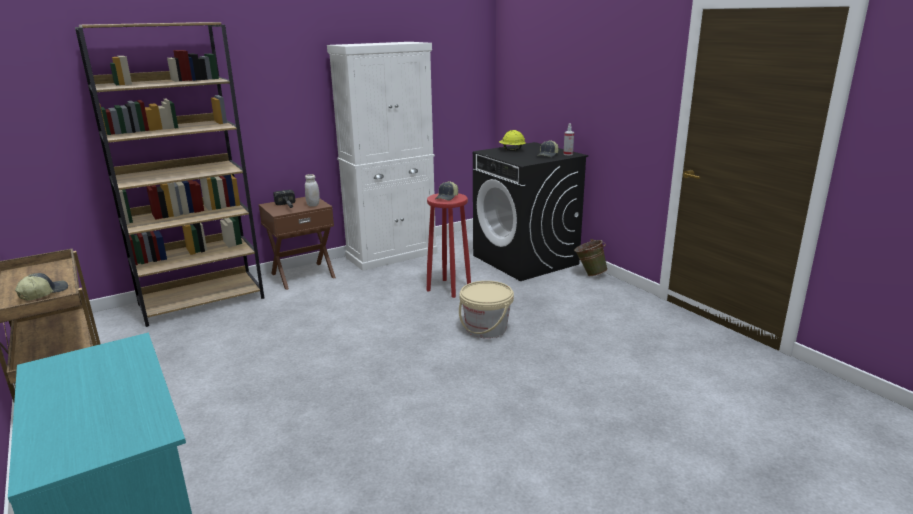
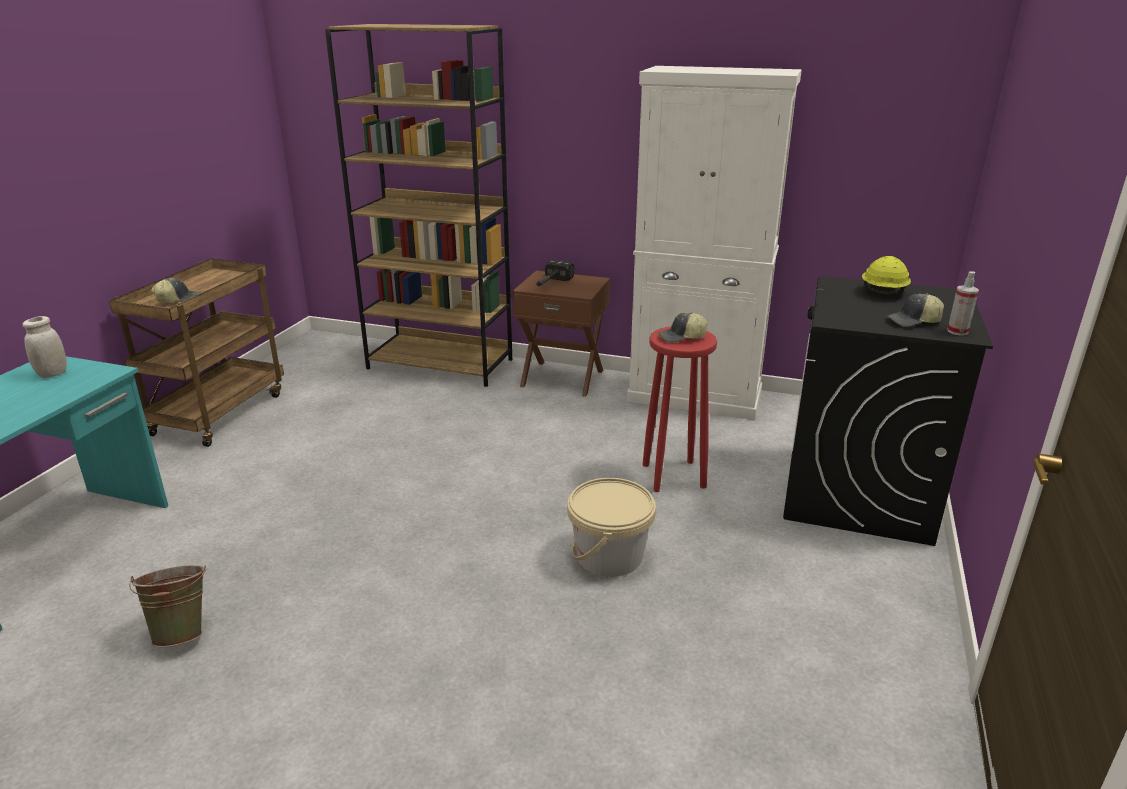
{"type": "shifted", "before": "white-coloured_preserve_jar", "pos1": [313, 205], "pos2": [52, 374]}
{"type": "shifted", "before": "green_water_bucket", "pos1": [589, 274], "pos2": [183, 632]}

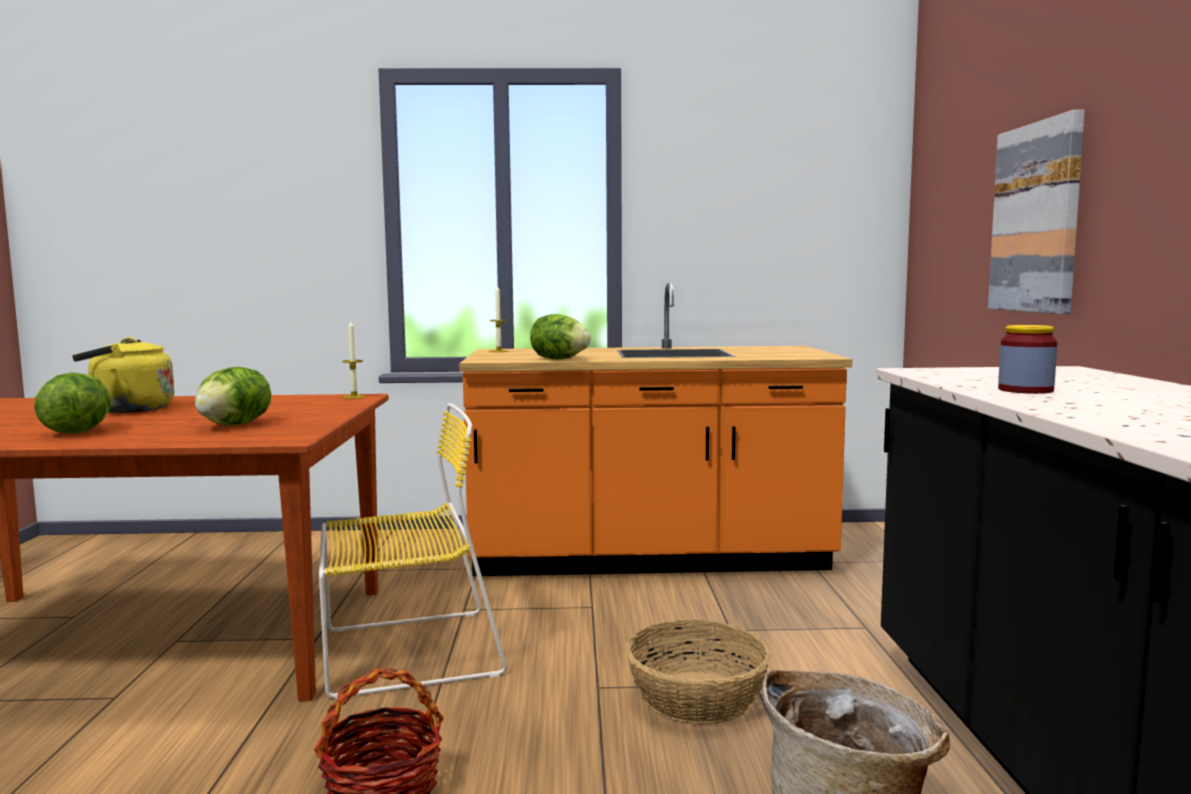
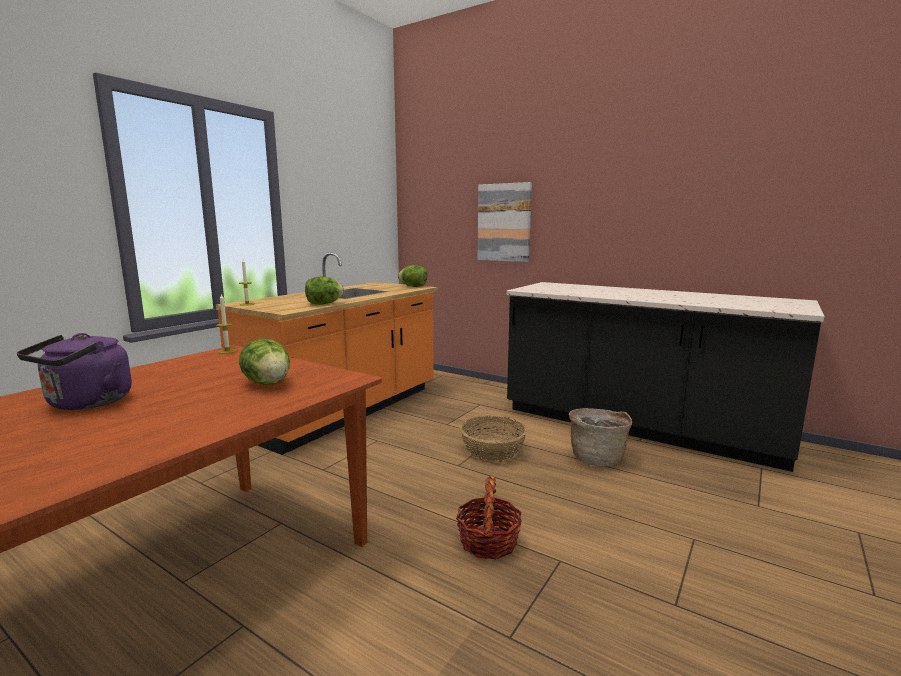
{"type": "repainted", "before": "yellowish_water_kettle", "after": "purple-coloured_water_kettle", "pos1": [128, 410], "pos2": [86, 403]}
{"type": "shifted", "before": "head_of_lettuce", "pos1": [77, 432], "pos2": [413, 287]}
{"type": "gone", "before": "yellowish_chair", "pos1": [404, 652]}
{"type": "gone", "before": "preserve_jar", "pos1": [1025, 390]}

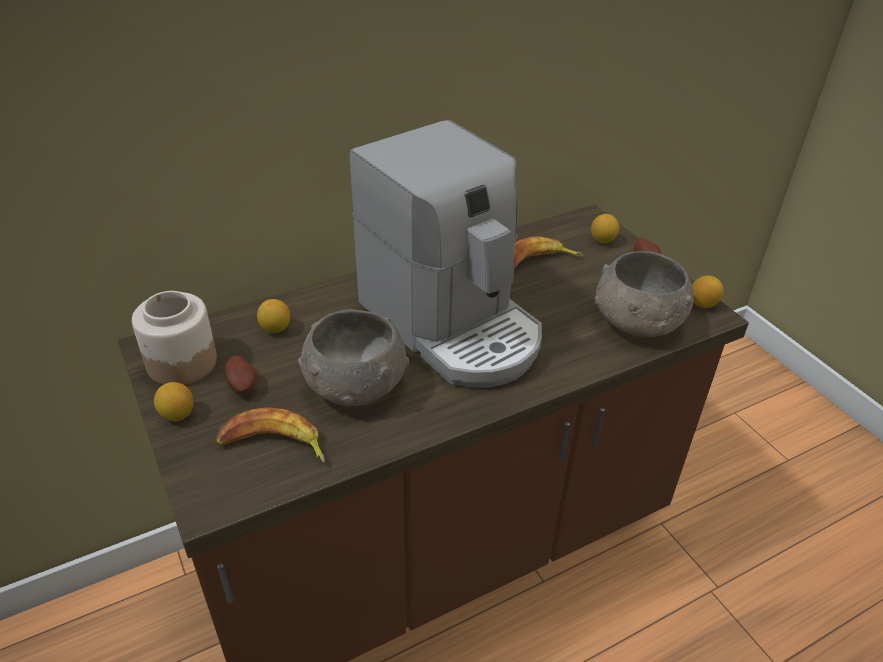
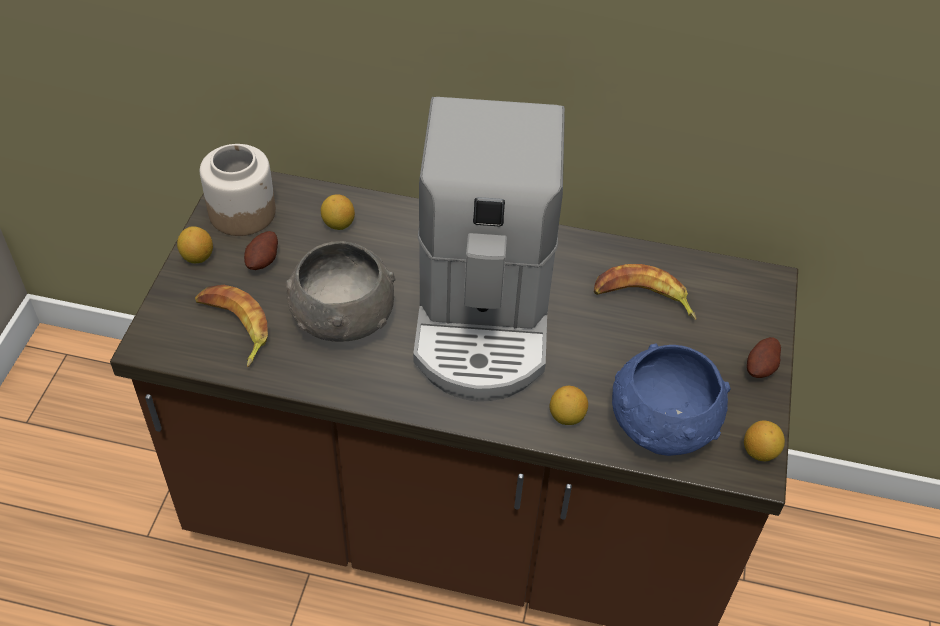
{"type": "shifted", "before": "whole_lemon", "pos1": [603, 240], "pos2": [567, 417]}
{"type": "repainted", "before": "gray_serving_bowl", "after": "blue_serving_bowl", "pos1": [637, 323], "pos2": [661, 425]}

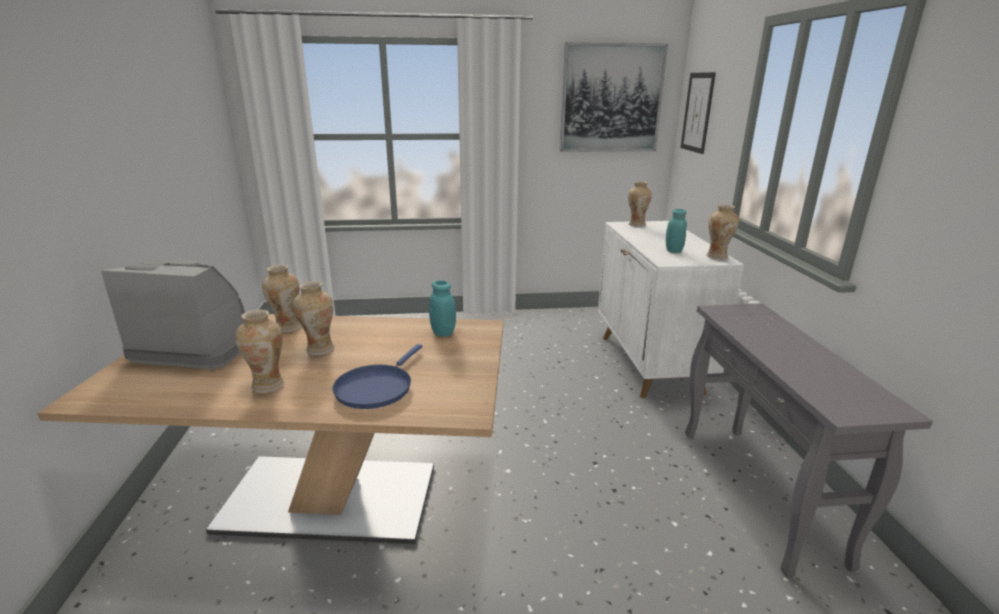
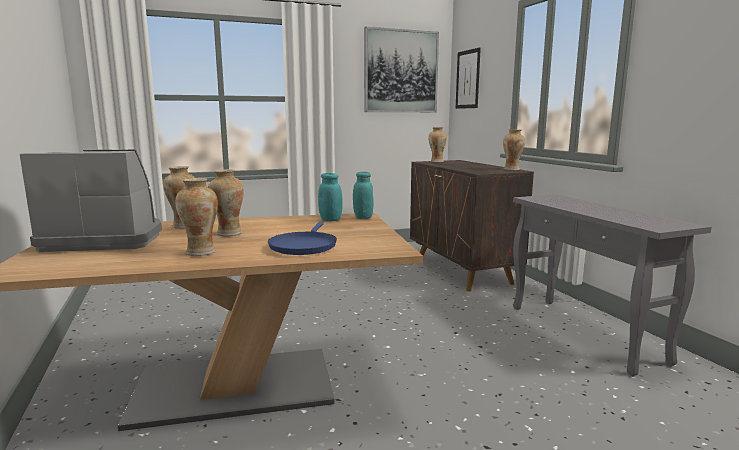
{"type": "shifted", "before": "turquoise-coloured_preserve_jar", "pos1": [673, 251], "pos2": [363, 217]}
{"type": "repainted", "before": "white-coloured_cabinet", "after": "brown-coloured_cabinet", "pos1": [650, 364], "pos2": [462, 271]}

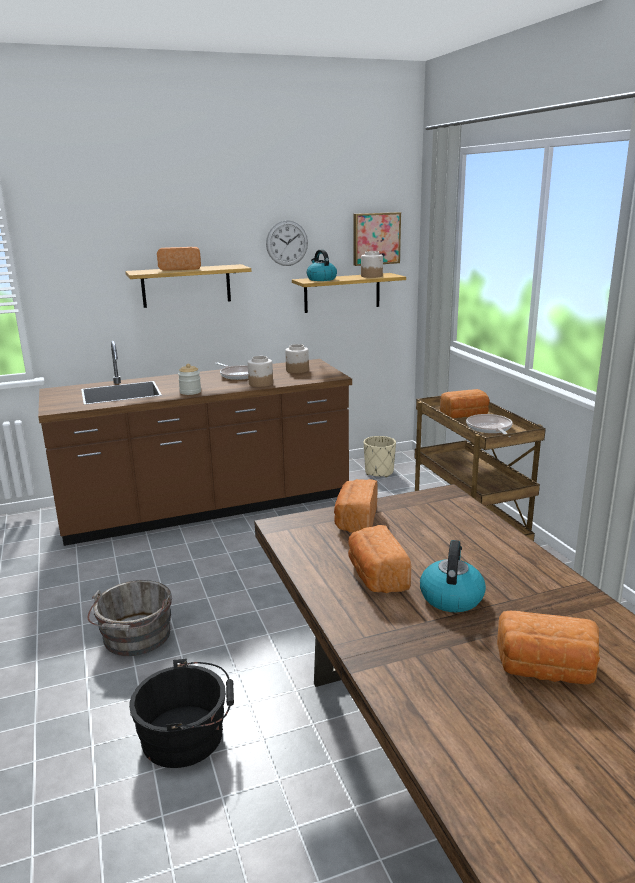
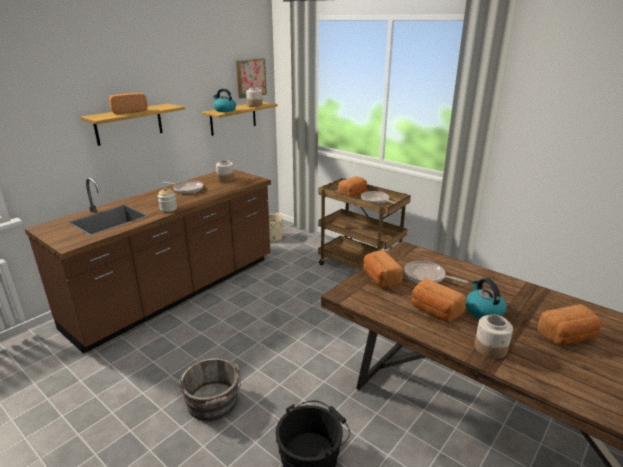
{"type": "new", "after": "pan", "pos2": [427, 276]}
{"type": "shifted", "before": "preserve_jar", "pos1": [261, 383], "pos2": [491, 348]}
{"type": "gone", "before": "clock_on_the_wall", "pos1": [287, 243]}

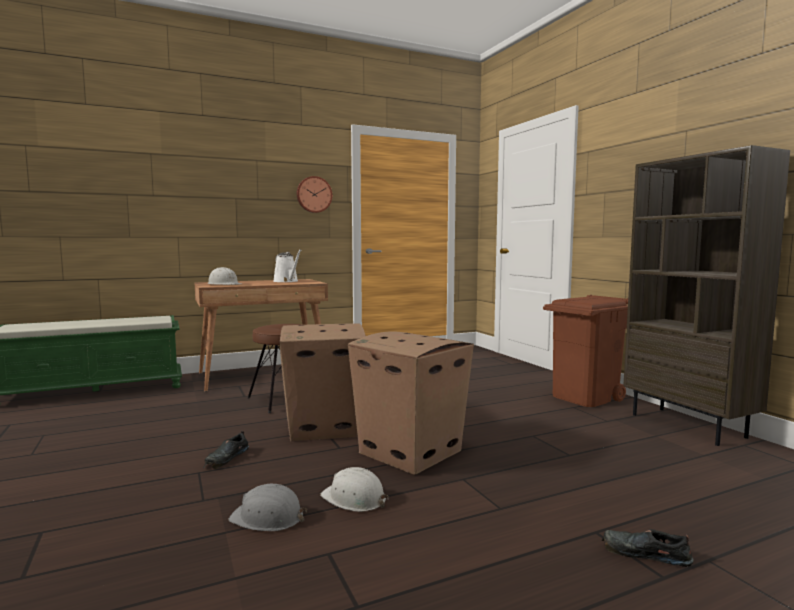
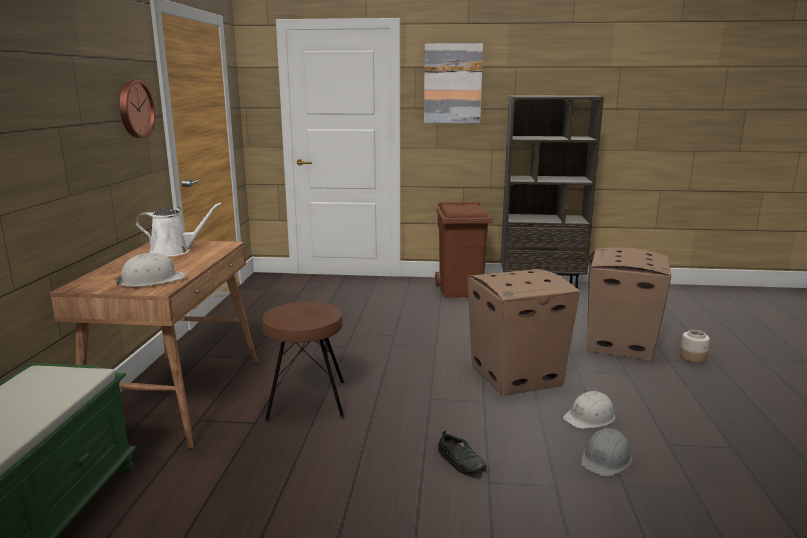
{"type": "new", "after": "wall_picture", "pos2": [452, 84]}
{"type": "shifted", "before": "packing_box", "pos1": [322, 427], "pos2": [620, 345]}
{"type": "swapped", "before": "black-coloured_item_of_footwear", "after": "preserve_jar", "pos1": [644, 553], "pos2": [693, 357]}

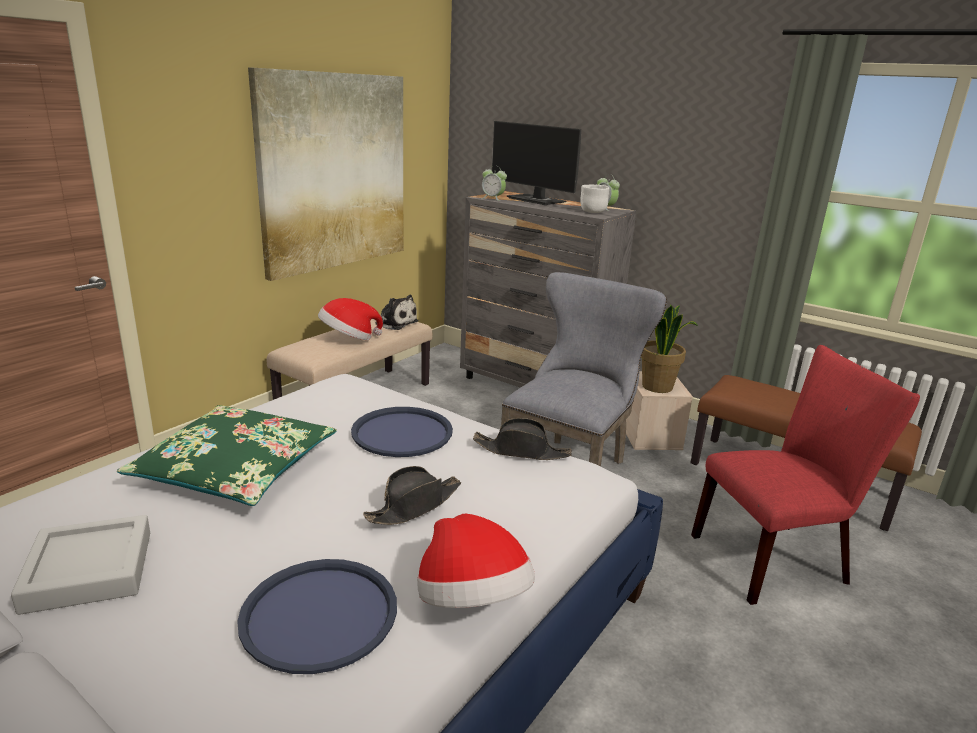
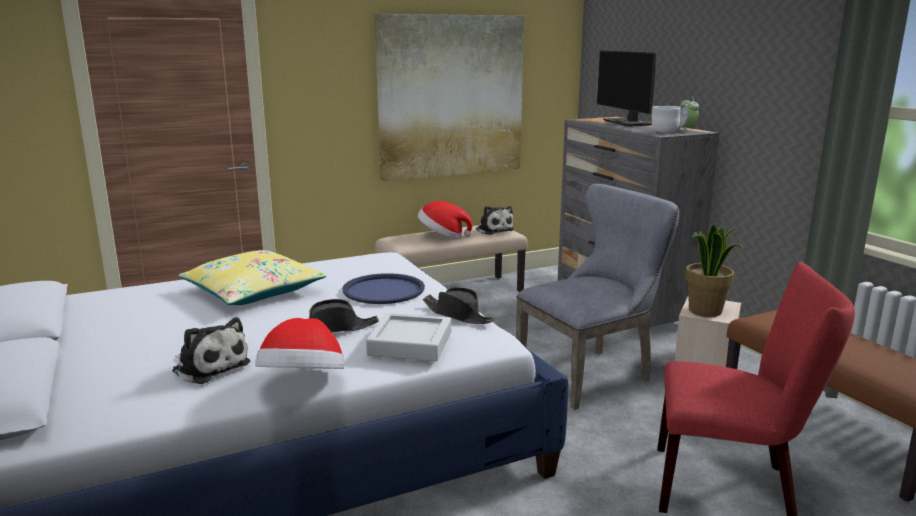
{"type": "swapped", "before": "blue_tray", "after": "soft_toy", "pos1": [319, 615], "pos2": [209, 366]}
{"type": "repainted", "before": "green_pillow", "after": "yellowish_pillow", "pos1": [236, 470], "pos2": [253, 291]}
{"type": "shifted", "before": "gray_tray", "pos1": [89, 571], "pos2": [410, 344]}
{"type": "gone", "before": "table_clock", "pos1": [493, 198]}

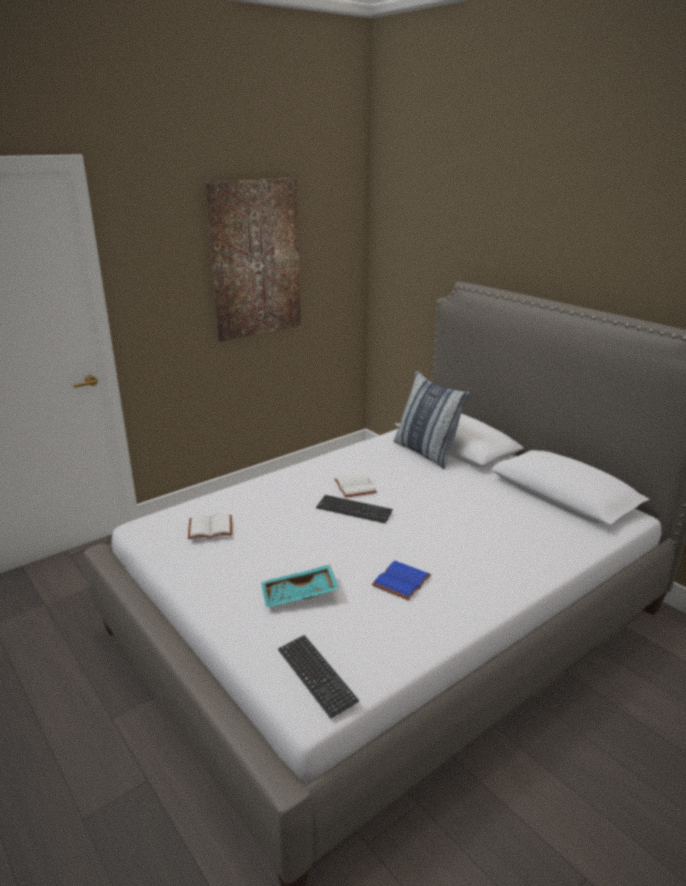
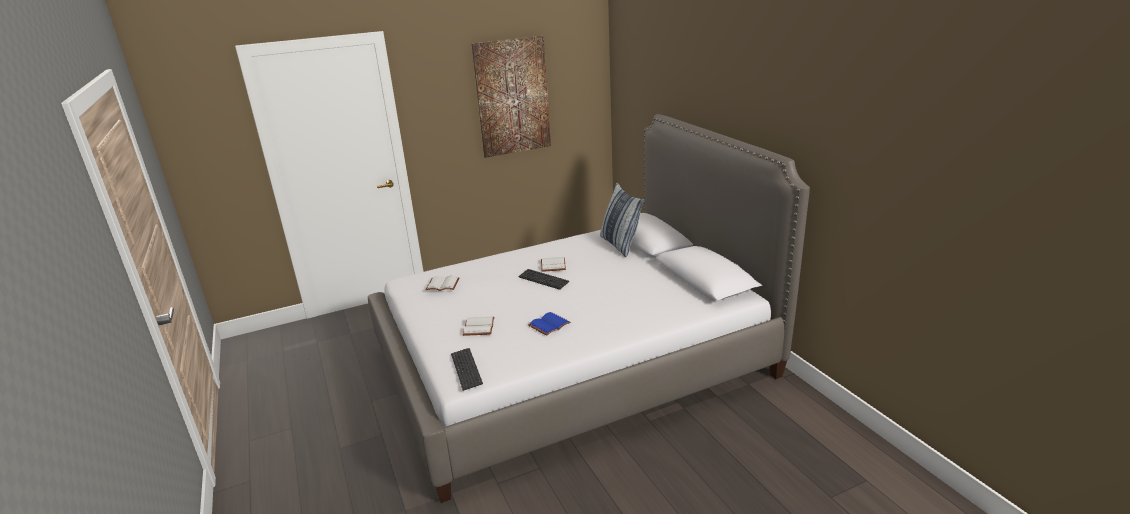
{"type": "swapped", "before": "turquoise-coloured_tray", "after": "white-coloured_book", "pos1": [299, 595], "pos2": [480, 327]}

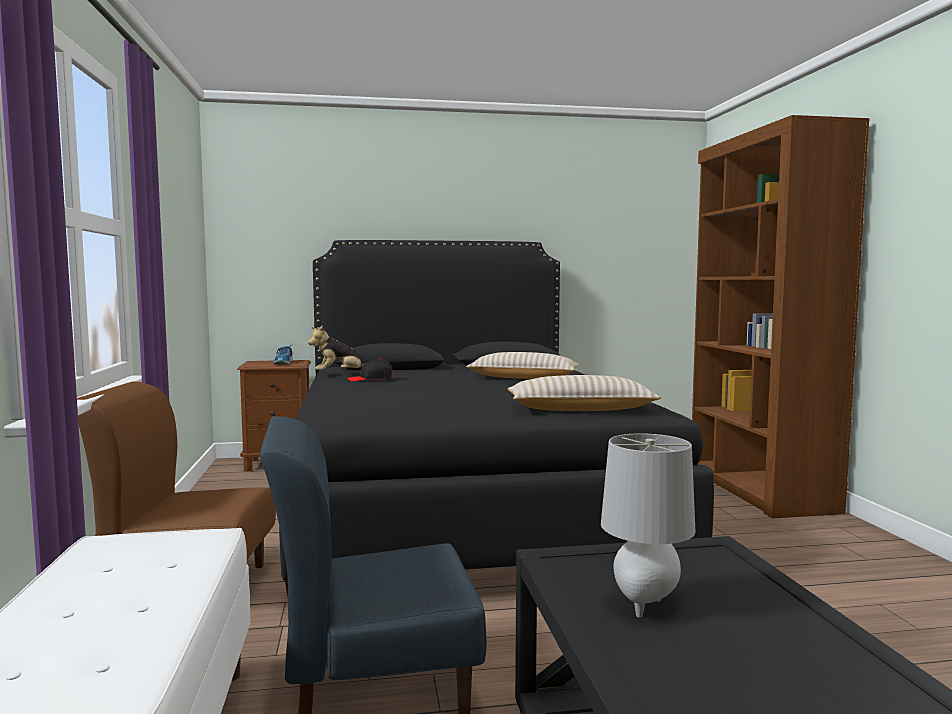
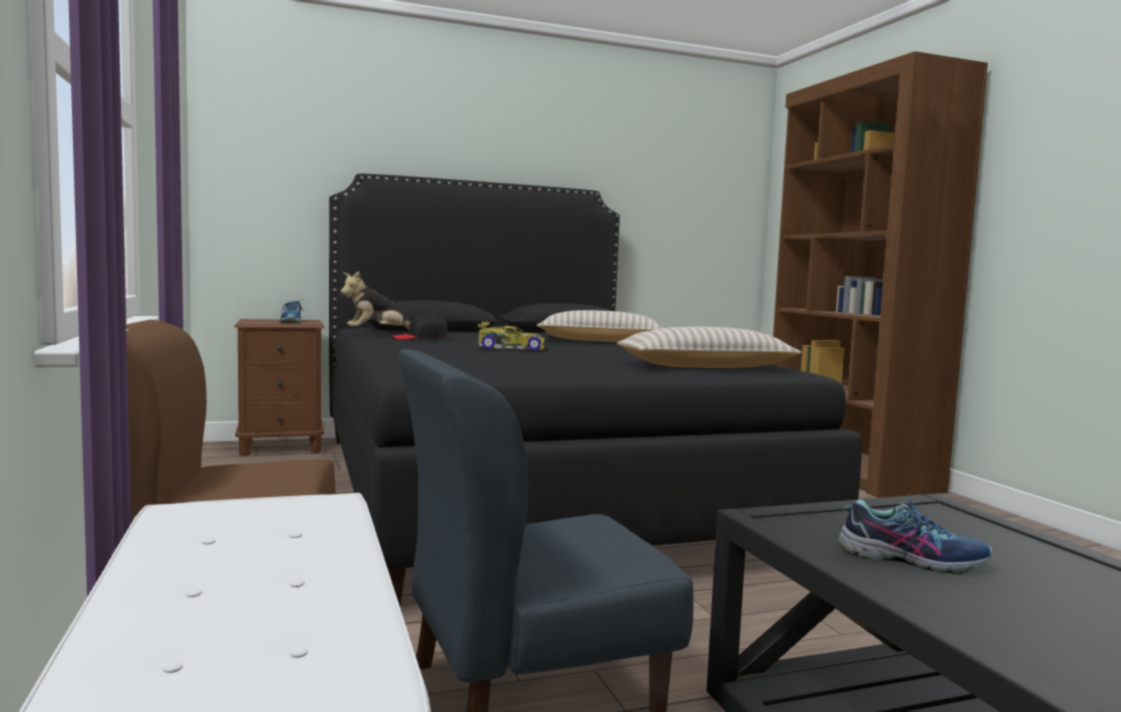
{"type": "new", "after": "model_car", "pos2": [510, 347]}
{"type": "swapped", "before": "gray_lamp_for_a_table", "after": "item_of_footwear", "pos1": [645, 604], "pos2": [912, 559]}

